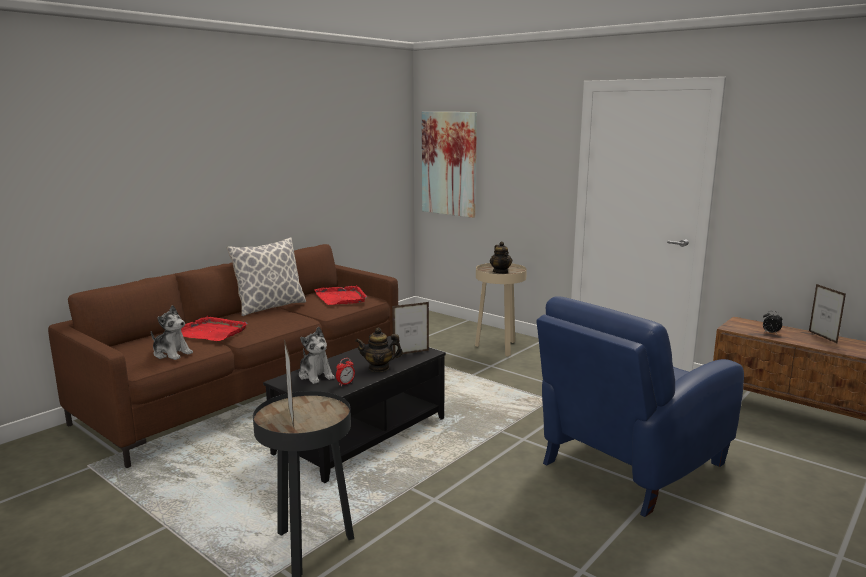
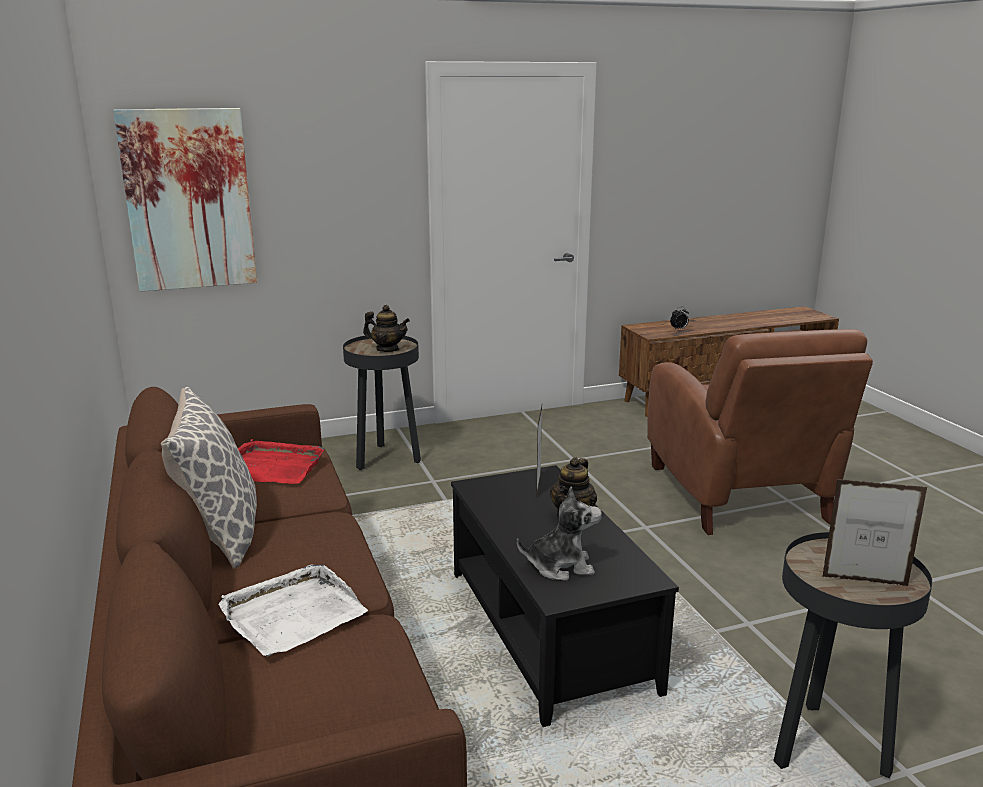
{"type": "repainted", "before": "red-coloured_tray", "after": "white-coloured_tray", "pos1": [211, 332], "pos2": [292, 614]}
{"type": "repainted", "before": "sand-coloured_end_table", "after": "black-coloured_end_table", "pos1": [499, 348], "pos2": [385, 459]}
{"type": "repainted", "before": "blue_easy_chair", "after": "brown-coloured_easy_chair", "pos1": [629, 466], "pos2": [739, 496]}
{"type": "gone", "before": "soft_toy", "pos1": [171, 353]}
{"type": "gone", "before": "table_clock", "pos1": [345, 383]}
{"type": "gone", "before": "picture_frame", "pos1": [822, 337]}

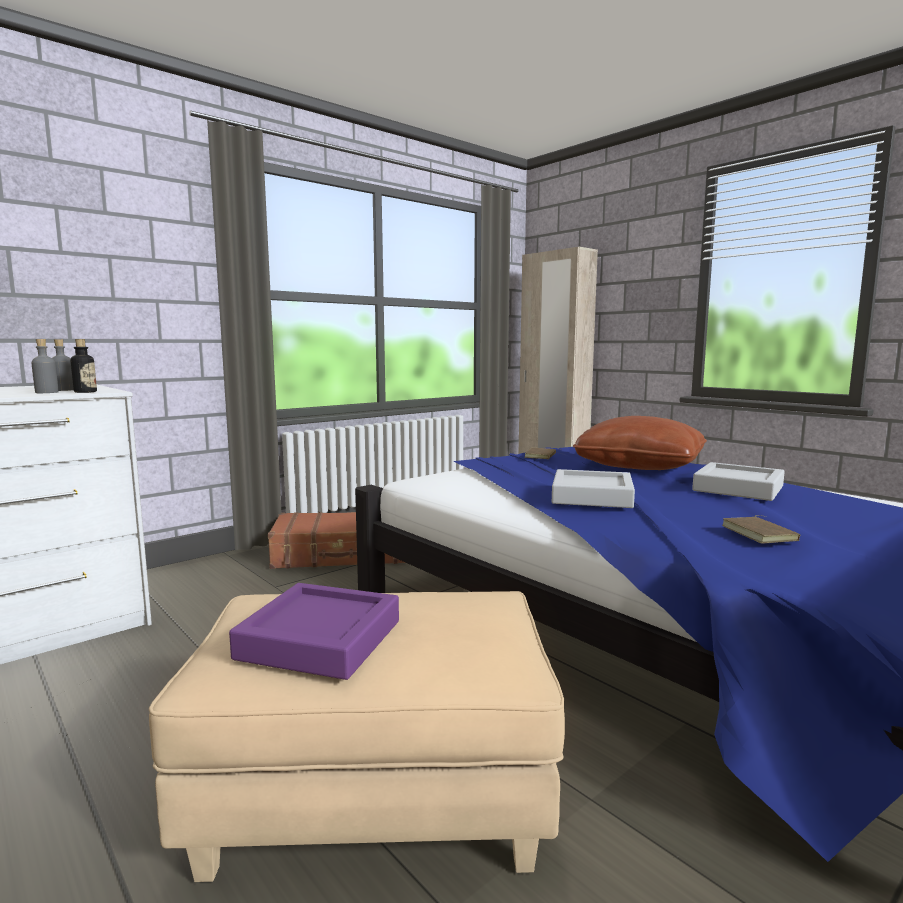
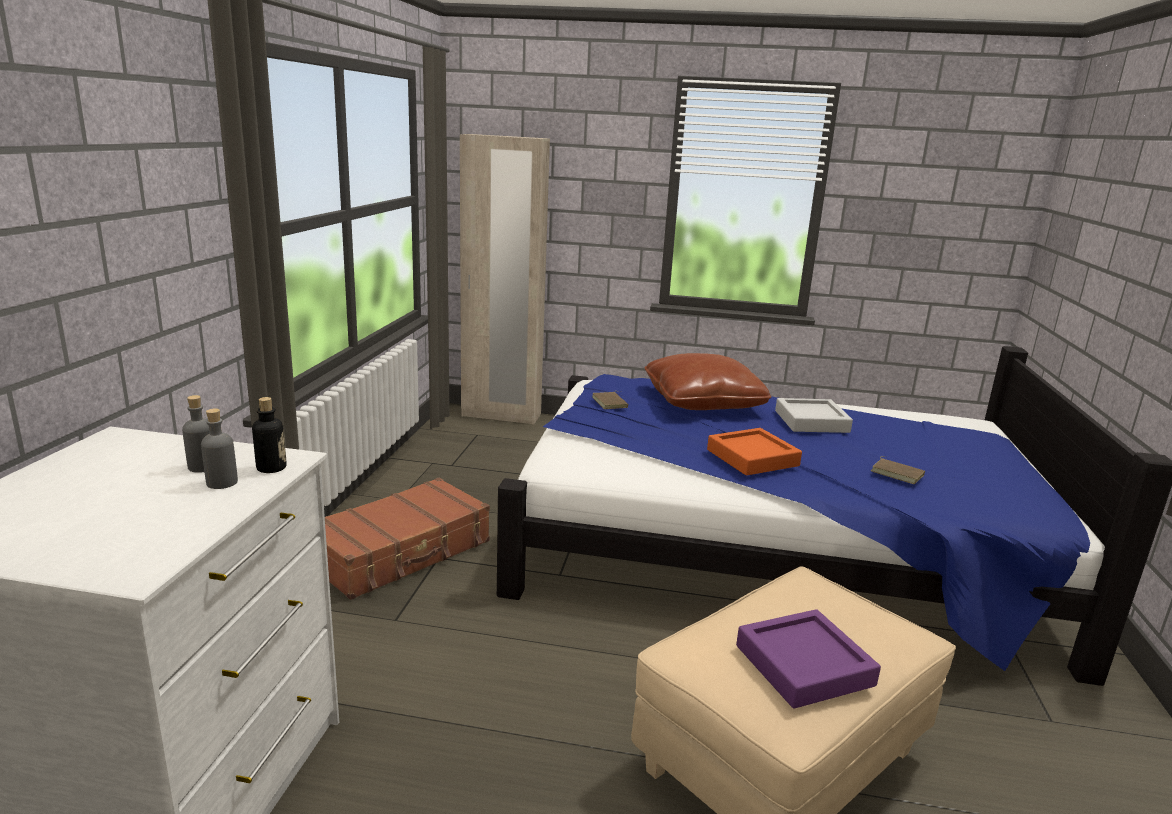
{"type": "repainted", "before": "gray_tray", "after": "orangey_tray", "pos1": [592, 496], "pos2": [752, 458]}

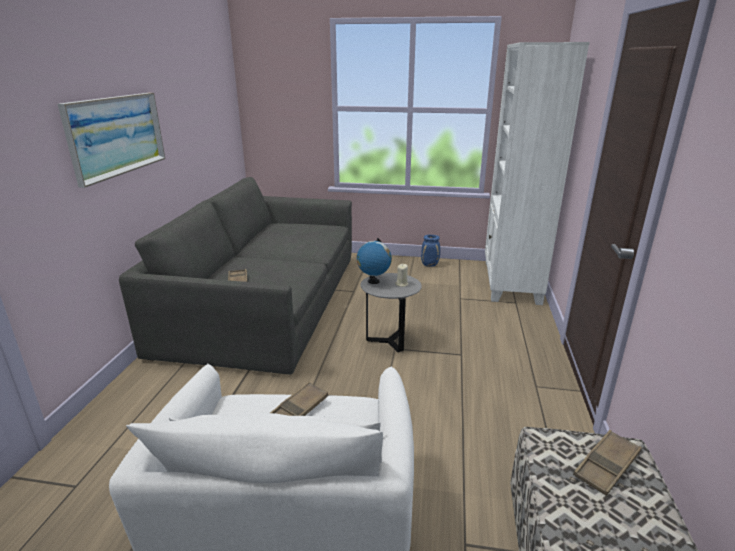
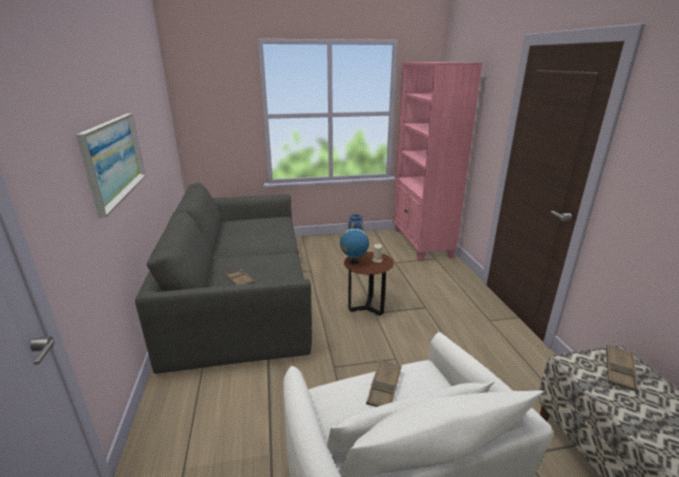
{"type": "repainted", "before": "gray_end_table", "after": "brown-coloured_end_table", "pos1": [389, 341], "pos2": [367, 308]}
{"type": "repainted", "before": "white-coloured_bookcase", "after": "pink_bookcase", "pos1": [510, 282], "pos2": [421, 243]}

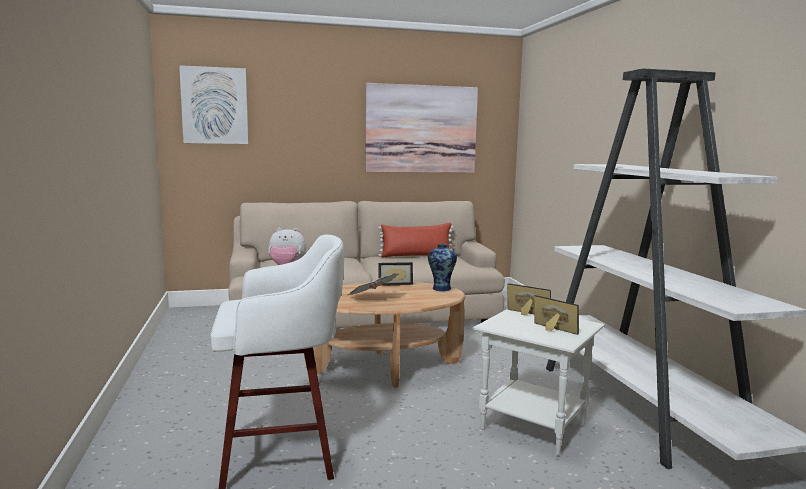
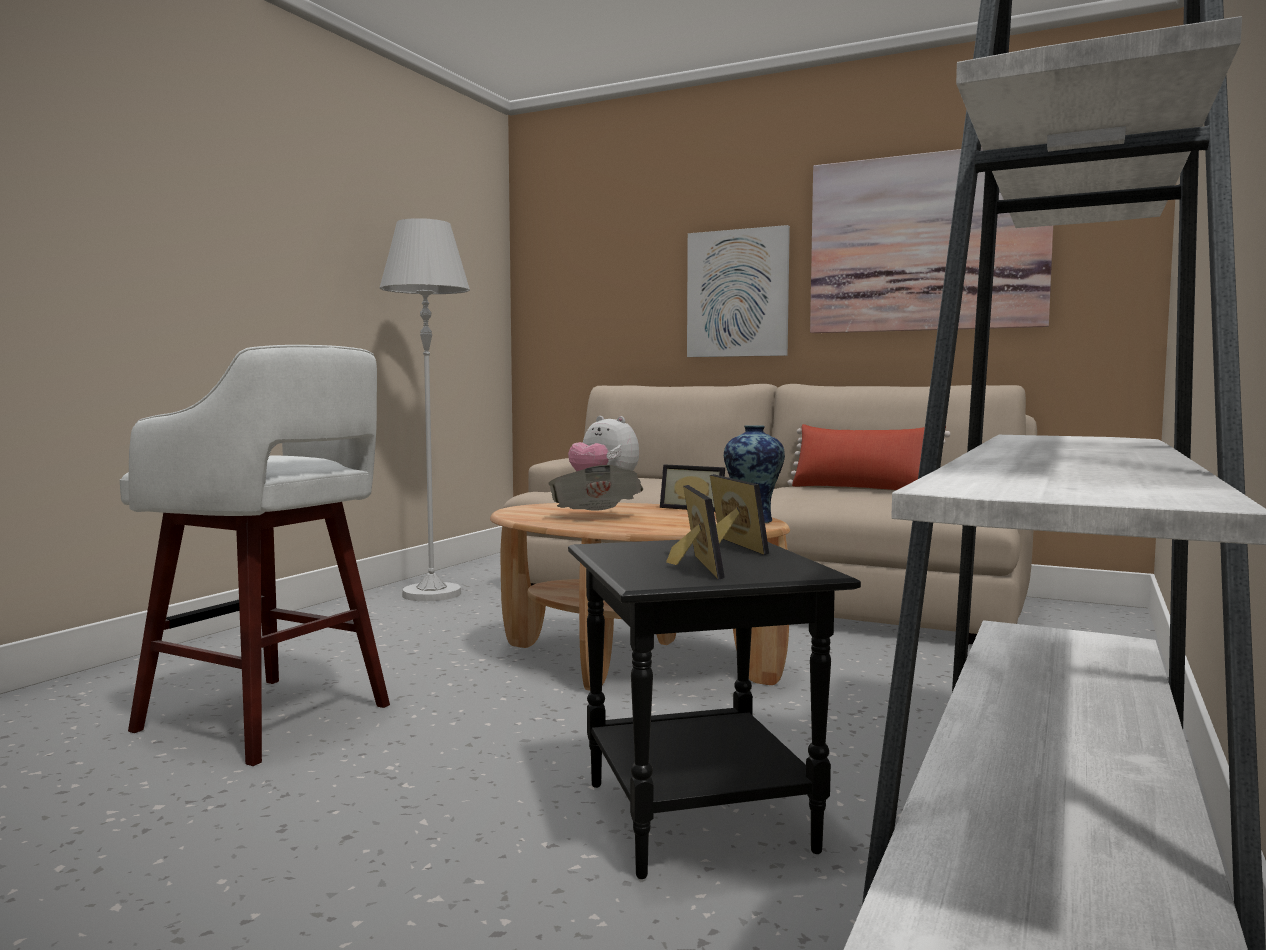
{"type": "new", "after": "white-coloured_floor_lamp", "pos2": [431, 594]}
{"type": "repainted", "before": "white-coloured_end_table", "after": "black-coloured_end_table", "pos1": [531, 427], "pos2": [696, 815]}
{"type": "shifted", "before": "wall_picture", "pos1": [215, 105], "pos2": [738, 293]}

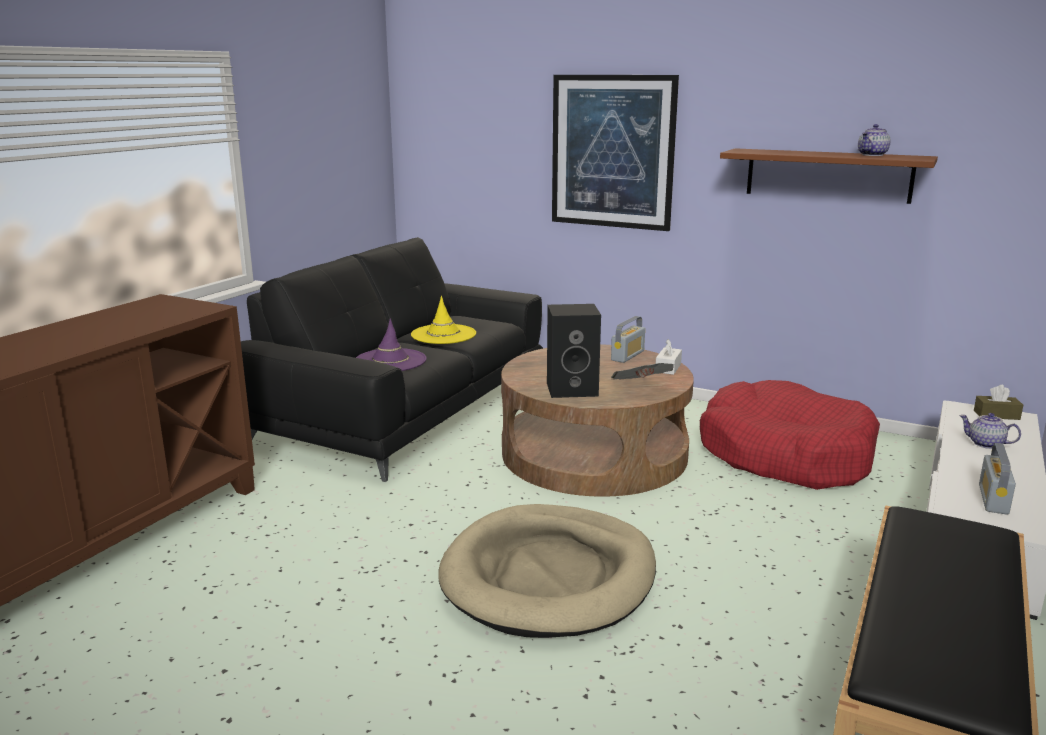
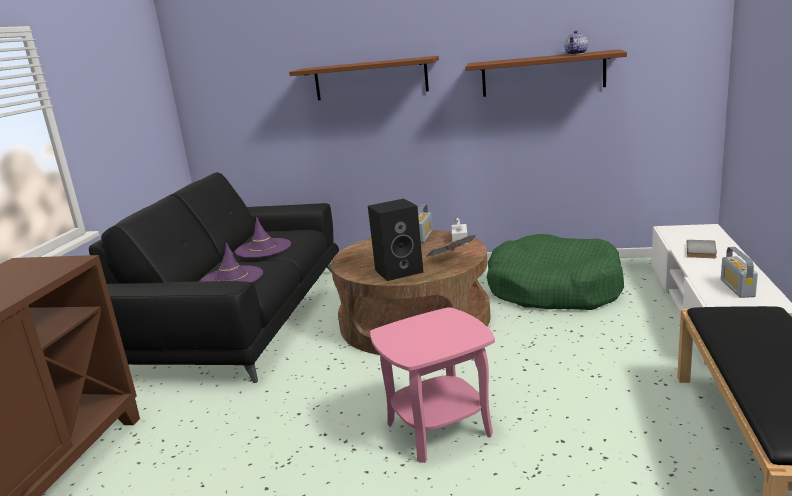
{"type": "repainted", "before": "yellowish_clothing_hat", "after": "purple-coloured_clothing_hat", "pos1": [443, 334], "pos2": [263, 248]}
{"type": "swapped", "before": "wall_picture", "after": "brown-coloured_wall_shelf", "pos1": [612, 152], "pos2": [370, 79]}
{"type": "swapped", "before": "sand-coloured_dog_cushion", "after": "pink_end_table", "pos1": [549, 576], "pos2": [438, 428]}
{"type": "repainted", "before": "red-coloured_dog_cushion", "after": "green_dog_cushion", "pos1": [785, 455], "pos2": [554, 289]}
{"type": "swapped", "before": "pot_for_tea", "after": "gray_book", "pos1": [985, 444], "pos2": [702, 251]}
{"type": "gone", "before": "brown-coloured_box_of_tissues", "pos1": [996, 415]}

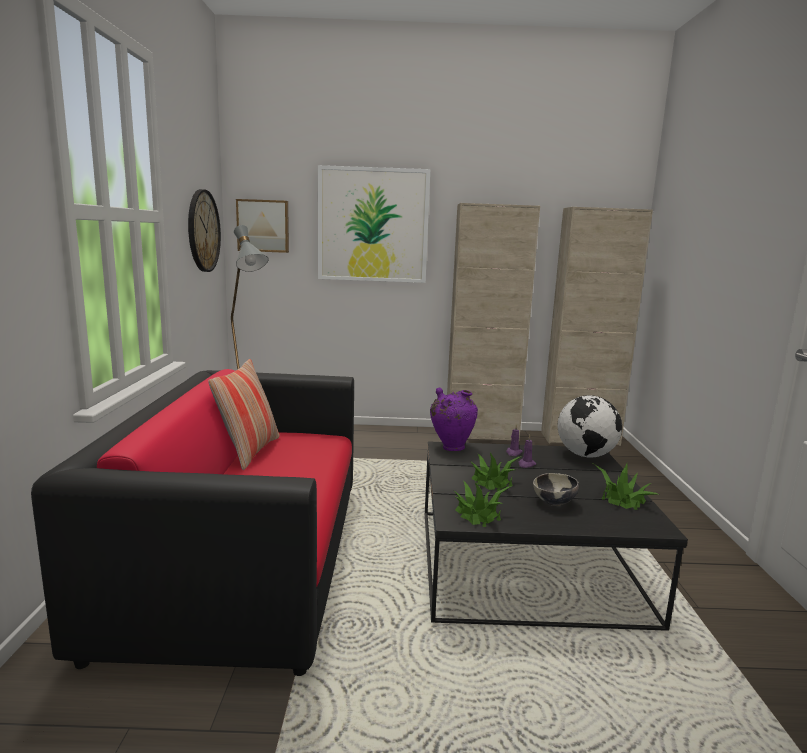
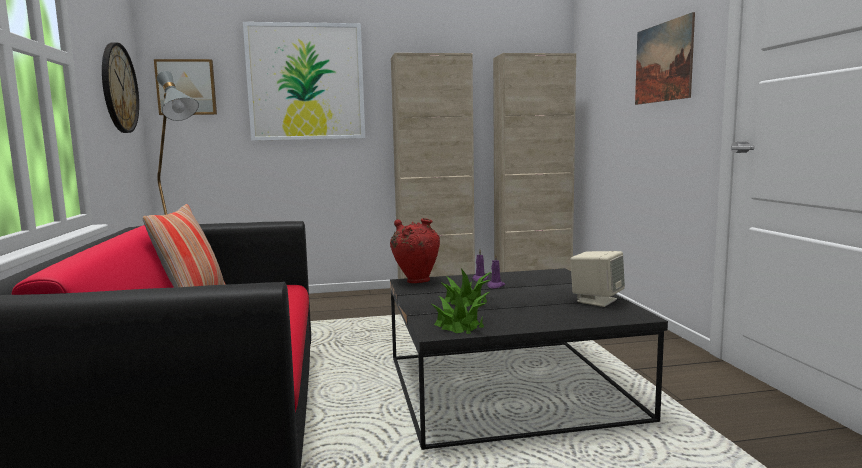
{"type": "repainted", "before": "purple-coloured_vase", "after": "red-coloured_vase", "pos1": [451, 447], "pos2": [416, 281]}
{"type": "swapped", "before": "houseplant", "after": "sand-coloured_audio_speaker", "pos1": [622, 499], "pos2": [596, 300]}
{"type": "new", "after": "wall_picture", "pos2": [663, 62]}
{"type": "gone", "before": "serving_bowl", "pos1": [554, 503]}
{"type": "gone", "before": "desk_globe", "pos1": [586, 455]}

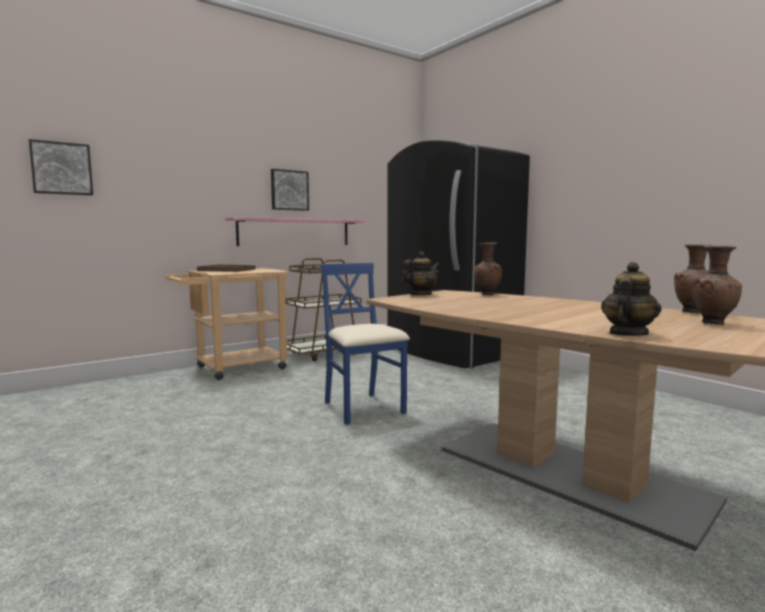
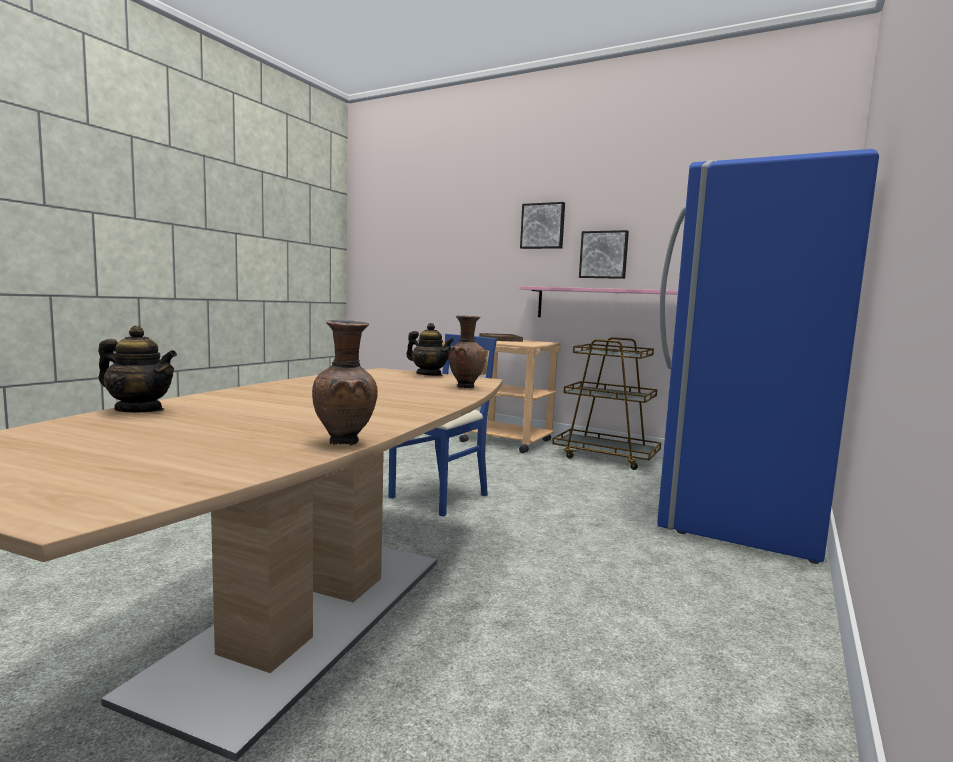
{"type": "shifted", "before": "wall_picture", "pos1": [61, 168], "pos2": [543, 226]}
{"type": "repainted", "before": "black-coloured_kitchen_fridge", "after": "blue_kitchen_fridge", "pos1": [450, 353], "pos2": [738, 513]}
{"type": "gone", "before": "brown-coloured_vase", "pos1": [712, 323]}

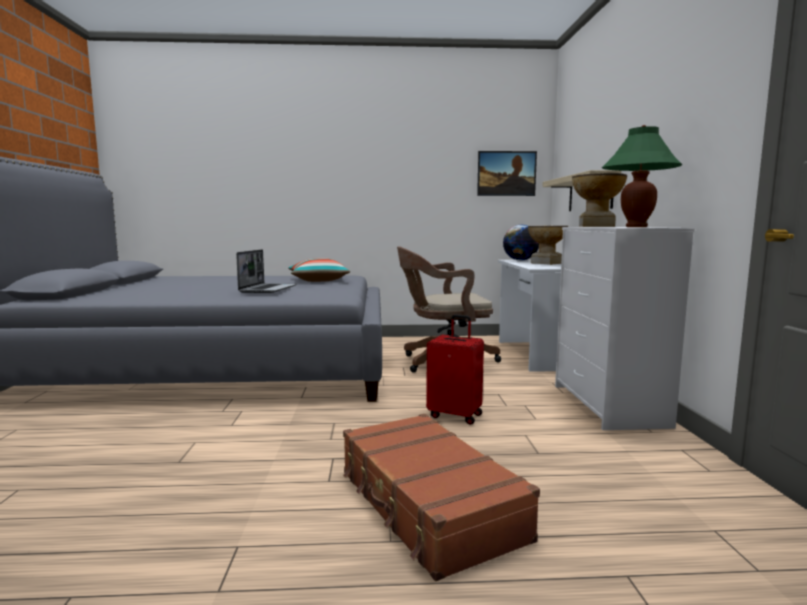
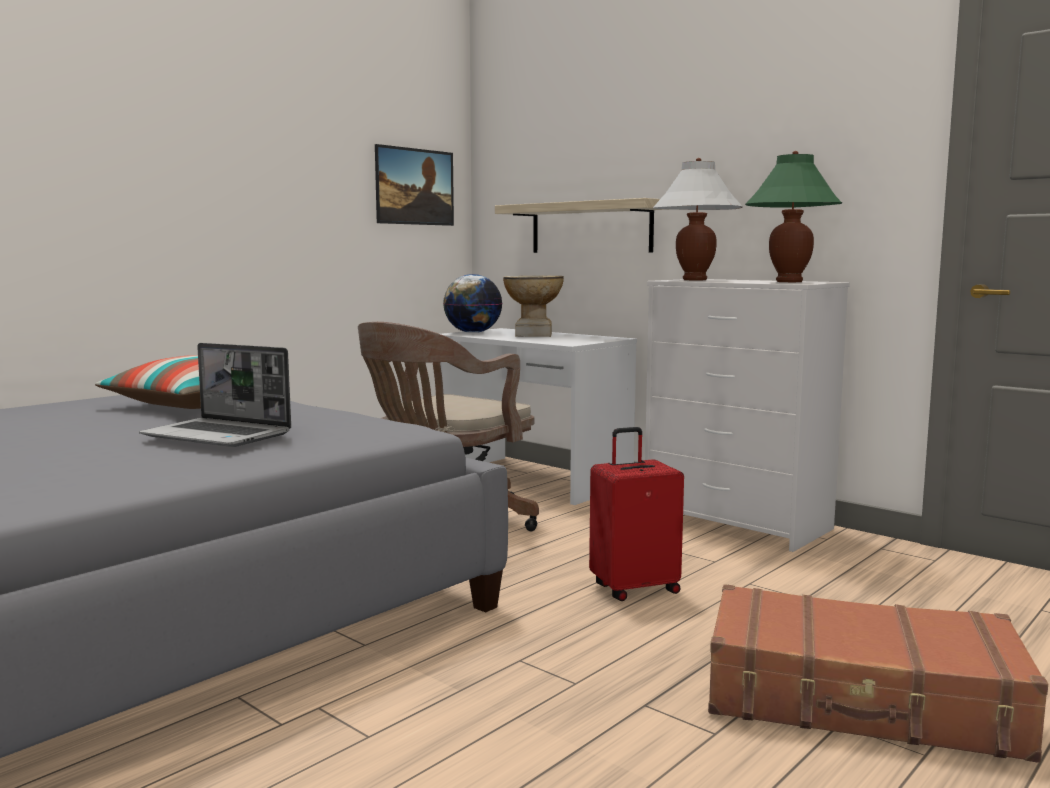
{"type": "rotated", "before": "laptop", "pos1": [268, 289], "pos2": [219, 435], "turn": 150}
{"type": "swapped", "before": "vase", "after": "white-coloured_lamp_for_a_table", "pos1": [596, 226], "pos2": [694, 280]}

